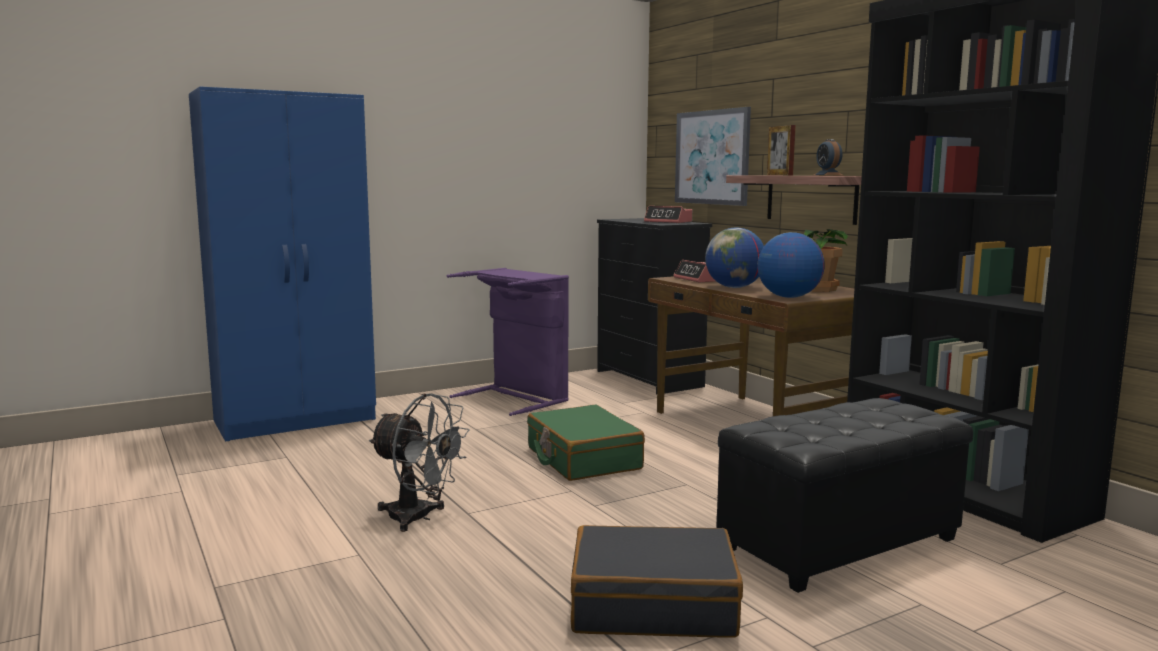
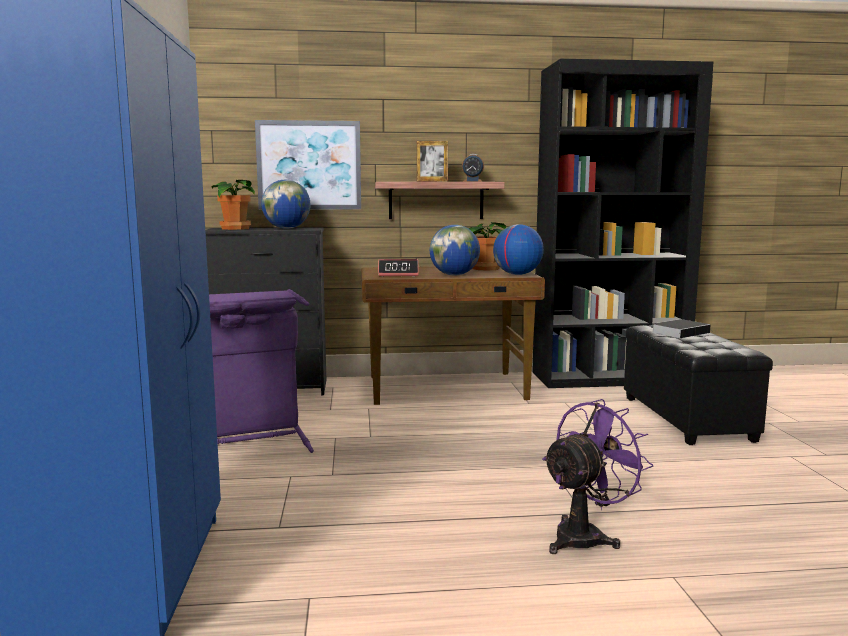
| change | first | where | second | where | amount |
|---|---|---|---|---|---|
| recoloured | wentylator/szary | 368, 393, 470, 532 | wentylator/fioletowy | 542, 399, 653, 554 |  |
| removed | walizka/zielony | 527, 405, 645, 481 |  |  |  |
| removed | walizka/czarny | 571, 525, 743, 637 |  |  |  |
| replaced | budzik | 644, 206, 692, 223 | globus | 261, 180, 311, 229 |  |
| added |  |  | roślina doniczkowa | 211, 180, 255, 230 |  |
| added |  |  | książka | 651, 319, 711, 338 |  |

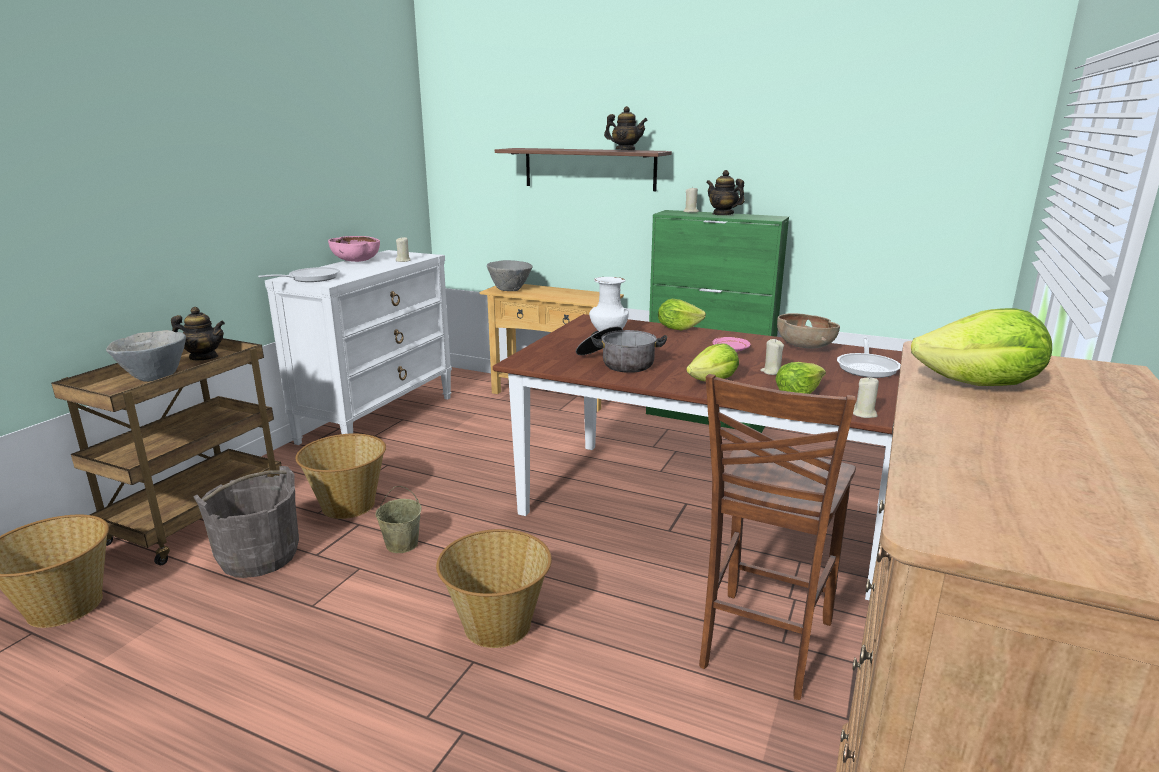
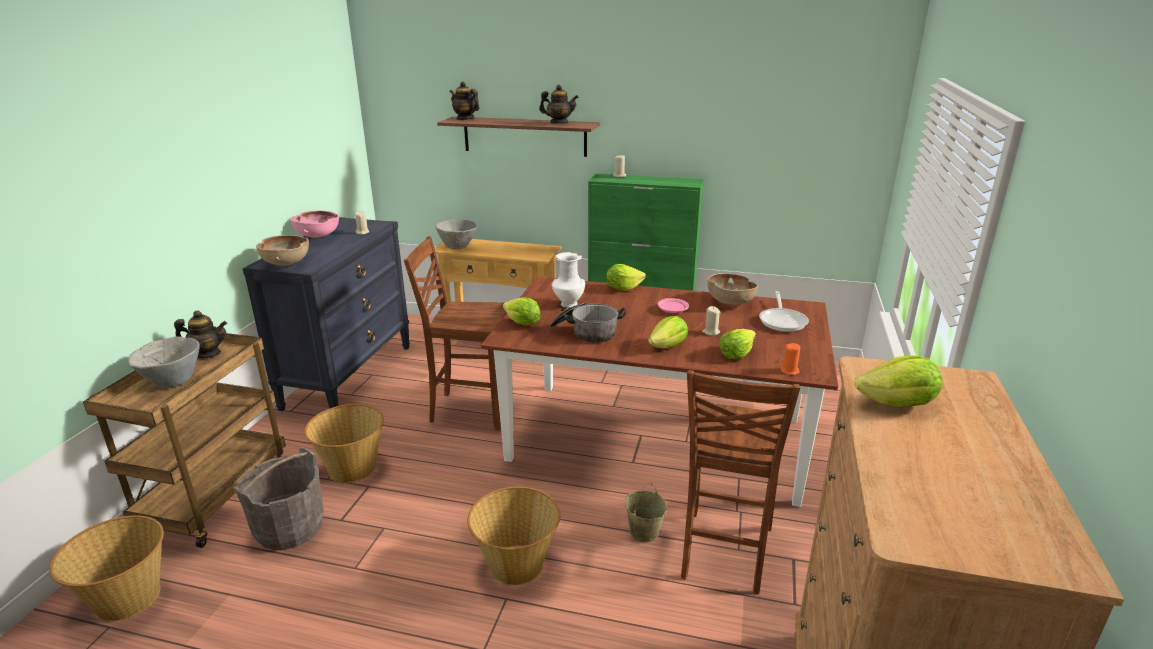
| change | first | where | second | where | amount |
|---|---|---|---|---|---|
| replaced | patelnia | 258, 267, 340, 282 | miska/brązowy | 256, 235, 309, 265 |  |
| recoloured | komoda/biały | 265, 250, 452, 445 | komoda/czarny | 243, 217, 410, 411 |  |
| moved | wiadro/beżowy | 375, 486, 422, 553 |  | 625, 483, 667, 542 |  |
| moved | imbryk | 706, 170, 745, 215 |  | 450, 82, 479, 120 |  |
| recoloured | świeca/beżowy | 853, 377, 879, 418 | świeca/pomarańczowy | 780, 343, 800, 375 |  |
| added |  |  | krzesło/brązowy | 404, 236, 513, 430 |  |
| added |  |  | sałata | 503, 298, 541, 326 |  |

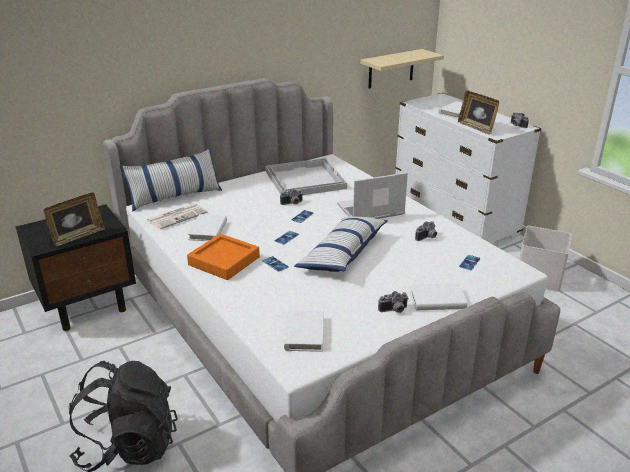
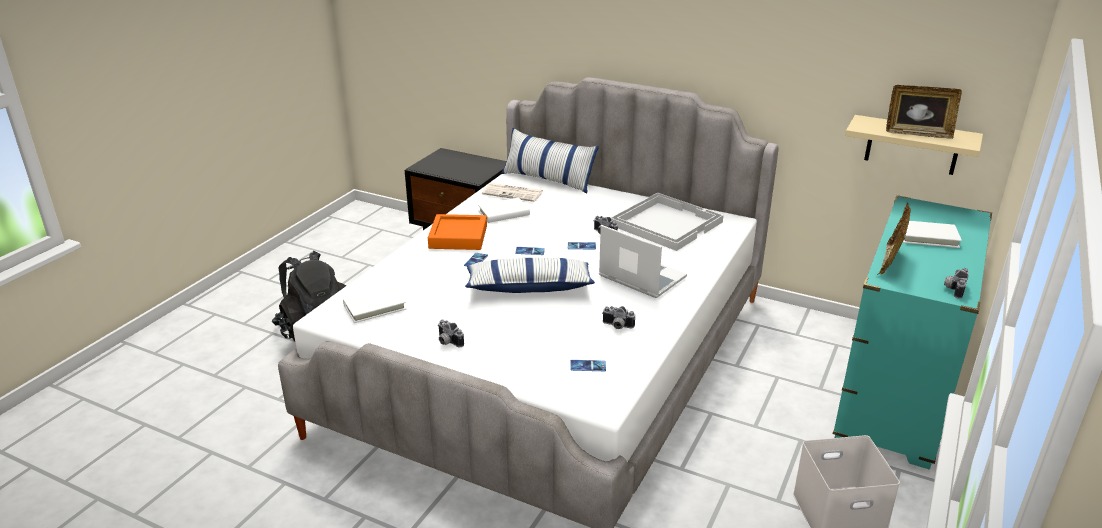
| change | first | where | second | where | amount |
|---|---|---|---|---|---|
| moved | ramka na zdjęcie | 44, 192, 105, 246 |  | 886, 85, 962, 139 |  |
| recoloured | komoda/biały | 395, 93, 541, 243 | komoda/turkusowy | 833, 195, 992, 469 |  |
| removed | książka/biały | 410, 283, 468, 310 |  |  |  |

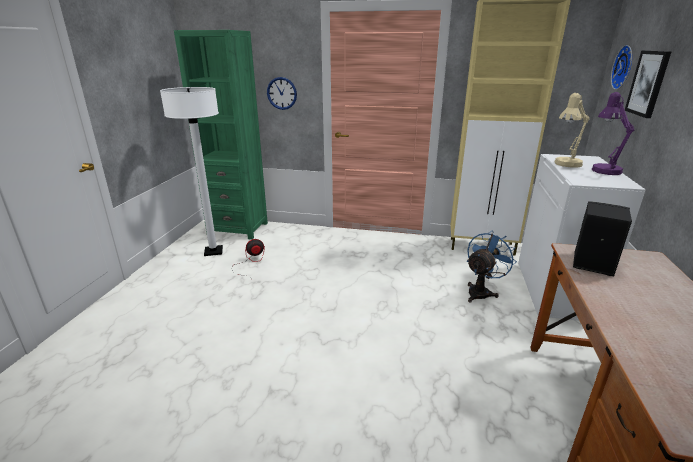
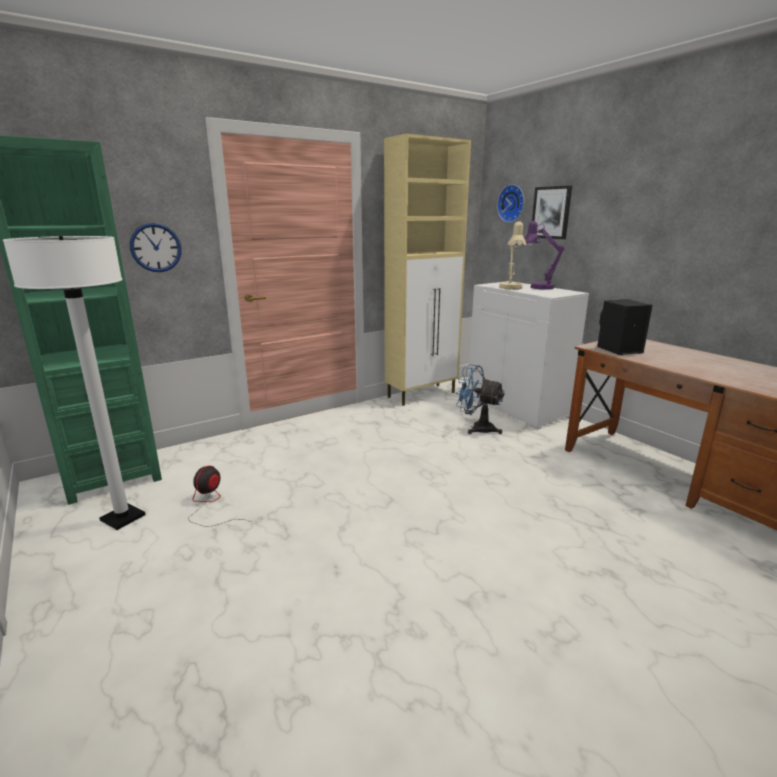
| change | first | where | second | where | amount |
|---|---|---|---|---|---|
| turned | wentylator/niebieski | 467, 232, 517, 303 |  | 456, 365, 504, 434 | 60 degrees counterclockwise |

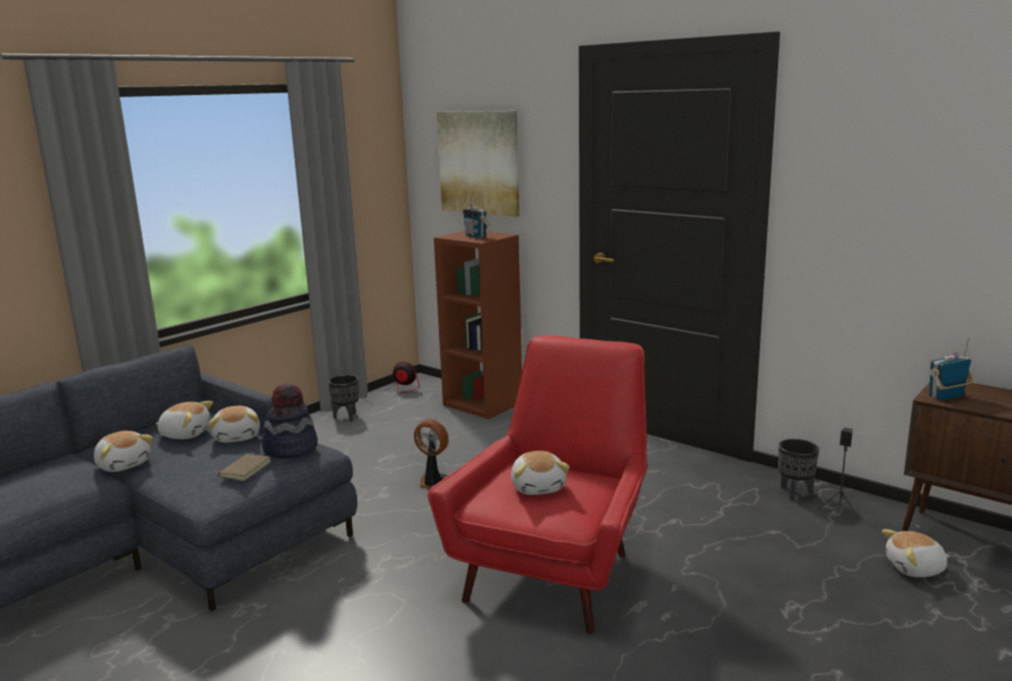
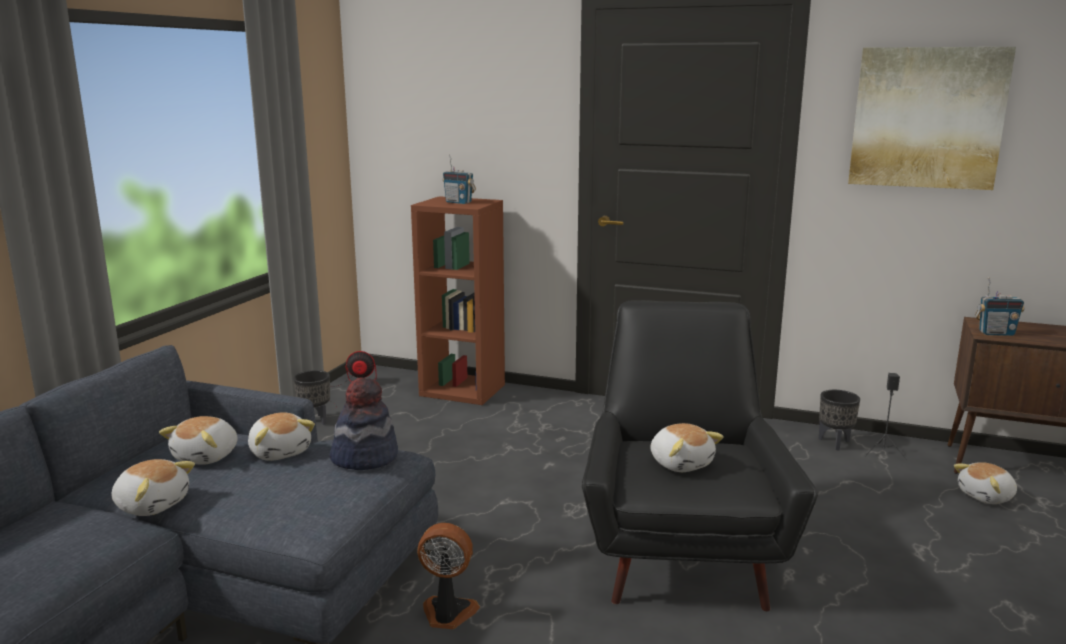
| change | first | where | second | where | amount |
|---|---|---|---|---|---|
| turned | pluszak | 156, 401, 213, 439 |  | 159, 416, 238, 465 | 120 degrees clockwise |
| removed | książka/brązowy | 211, 454, 271, 481 |  |  |  |
| moved | wentylator | 414, 419, 449, 489 |  | 417, 523, 480, 629 |  |
| recoloured | fotel/czerwony | 428, 335, 647, 634 | fotel/czarny | 582, 300, 818, 611 |  |
| moved | obraz | 437, 111, 519, 217 |  | 848, 47, 1016, 190 |  |
| turned | radio | 929, 338, 973, 401 |  | 975, 277, 1025, 336 | 135 degrees counterclockwise |

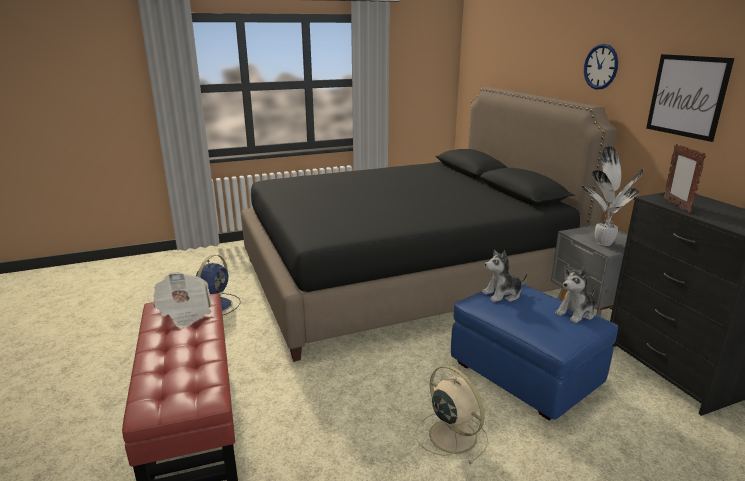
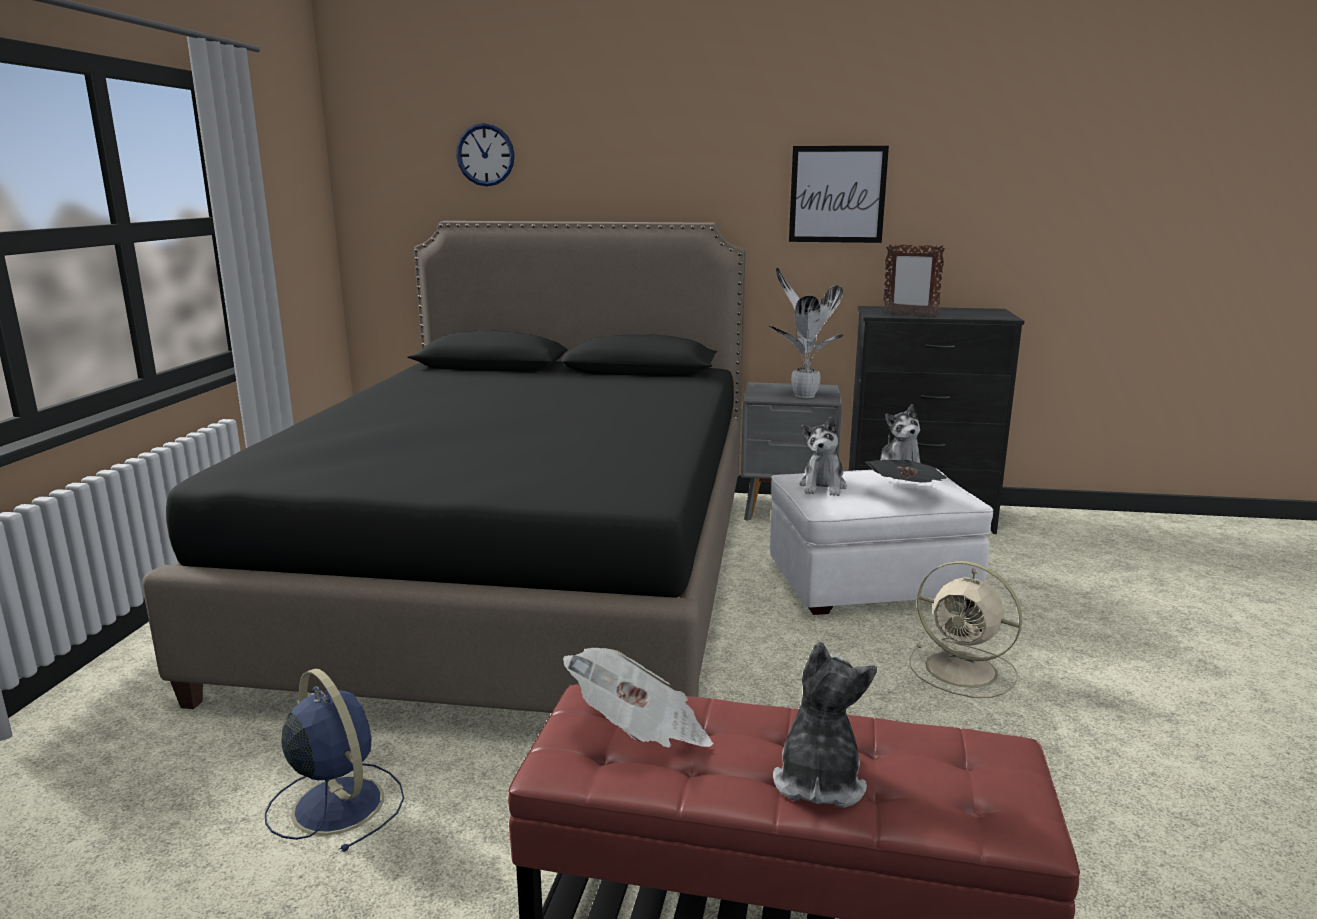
| change | first | where | second | where | amount |
|---|---|---|---|---|---|
| turned | wentylator/beżowy | 416, 365, 488, 464 |  | 910, 561, 1022, 698 | 135 degrees counterclockwise |
| recoloured | pufa/niebieski | 451, 284, 618, 421 | pufa/biały | 770, 468, 994, 615 |  |
| moved | zegar ścienny | 584, 44, 618, 90 |  | 456, 123, 515, 186 |  |
| added |  |  | pluszak | 773, 642, 877, 808 |  |
| added |  |  | gazeta | 865, 459, 946, 483 |  |

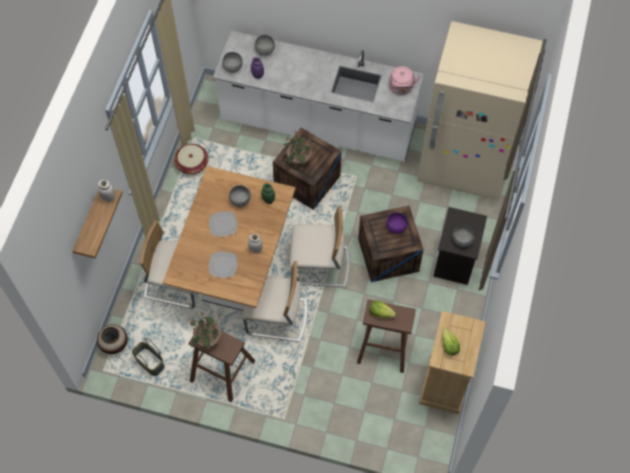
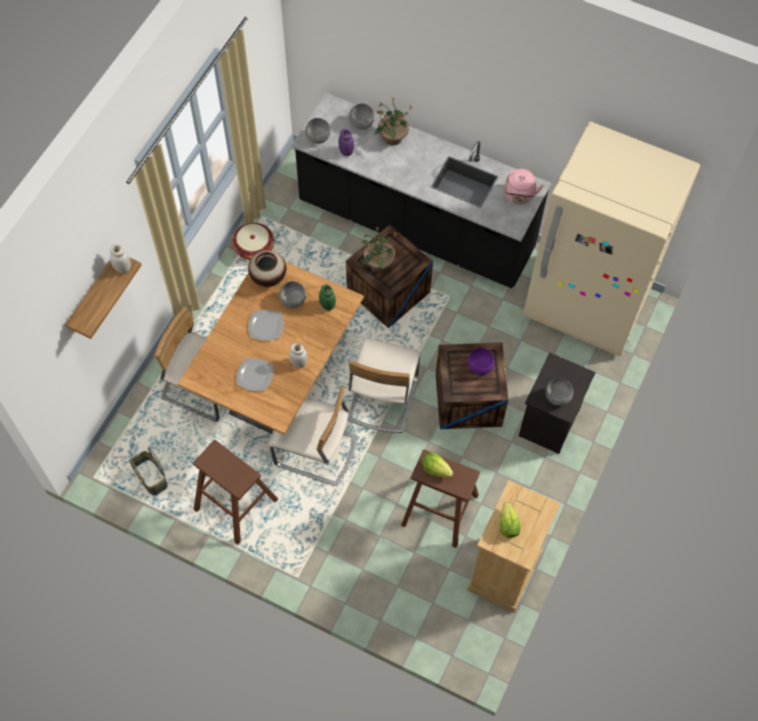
| change | first | where | second | where | amount |
|---|---|---|---|---|---|
| moved | wazon | 97, 324, 128, 354 |  | 248, 250, 286, 287 |  |
| moved | roślina doniczkowa | 190, 311, 222, 349 |  | 374, 97, 412, 146 |  |
| recoloured | zabudowa kuchenna/biały | 213, 31, 424, 162 | zabudowa kuchenna/czarny | 291, 93, 551, 288 |  |
| turned | krzesło/beżowy | 289, 206, 350, 287 |  | 347, 339, 421, 433 | 90 degrees clockwise |

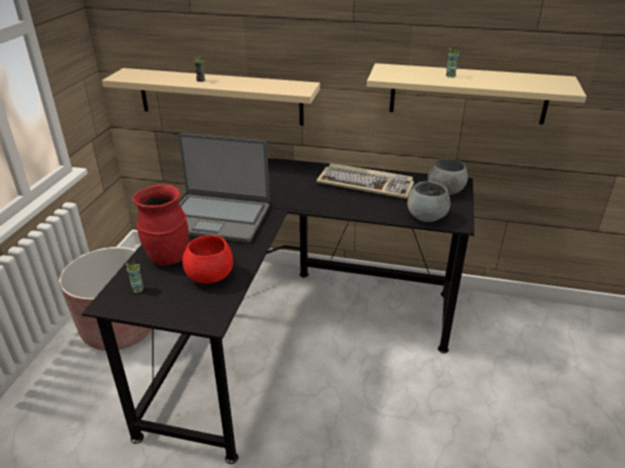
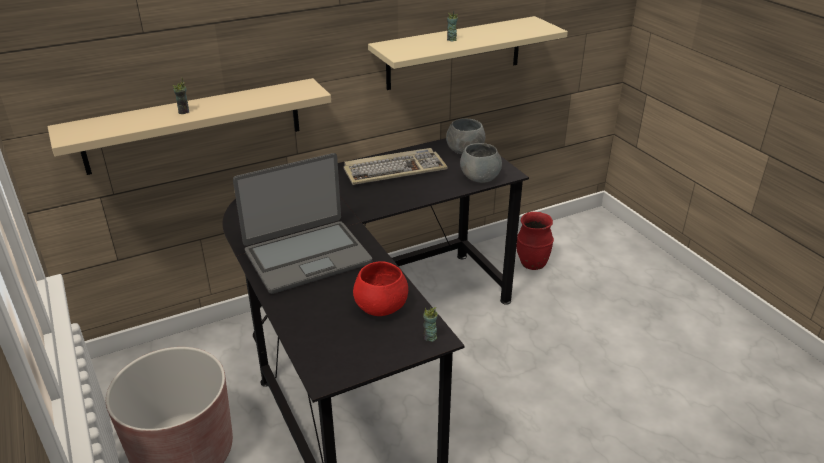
| change | first | where | second | where | amount |
|---|---|---|---|---|---|
| moved | filiżanka | 125, 261, 144, 293 |  | 423, 307, 438, 342 |  |
| moved | wazon/czerwony | 132, 184, 189, 266 |  | 516, 212, 554, 270 |  |

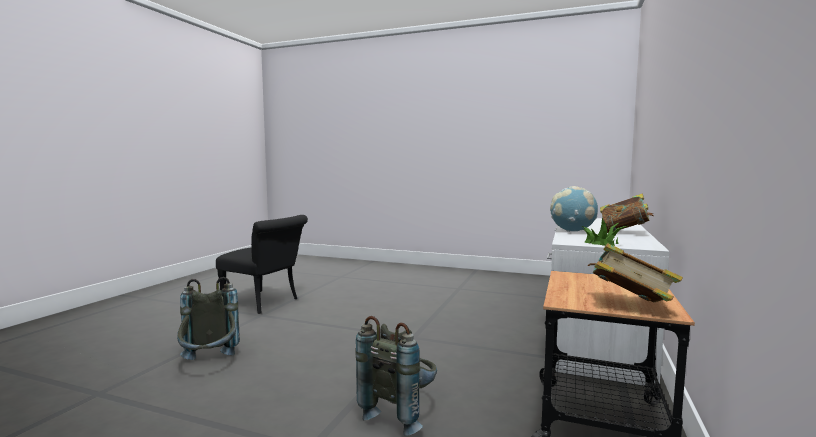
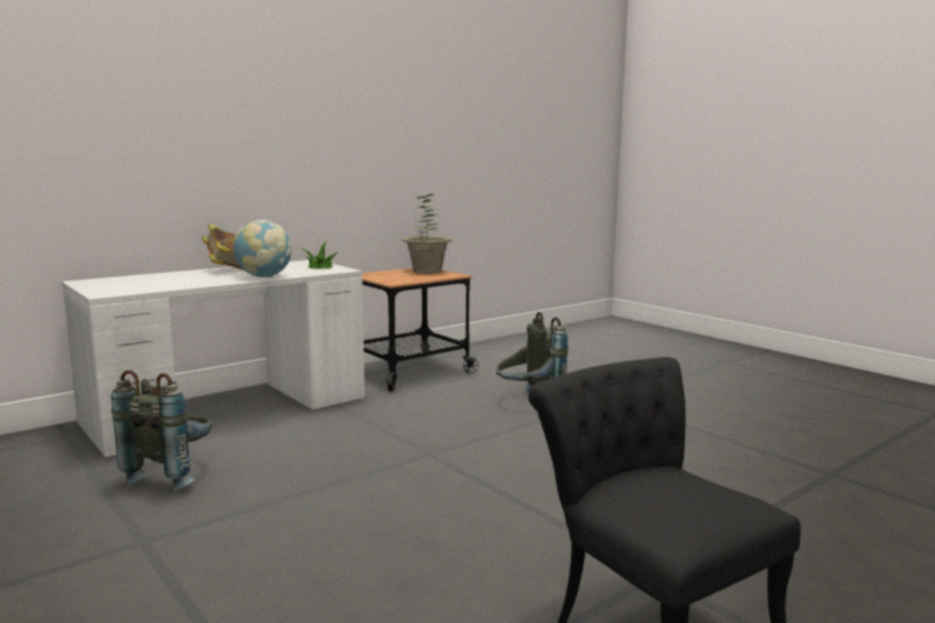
| change | first | where | second | where | amount |
|---|---|---|---|---|---|
| moved | plecak/szary | 177, 277, 240, 360 |  | 111, 370, 212, 491 |  |
| replaced | książka | 588, 243, 683, 303 | roślina doniczkowa | 403, 194, 452, 274 |  |

